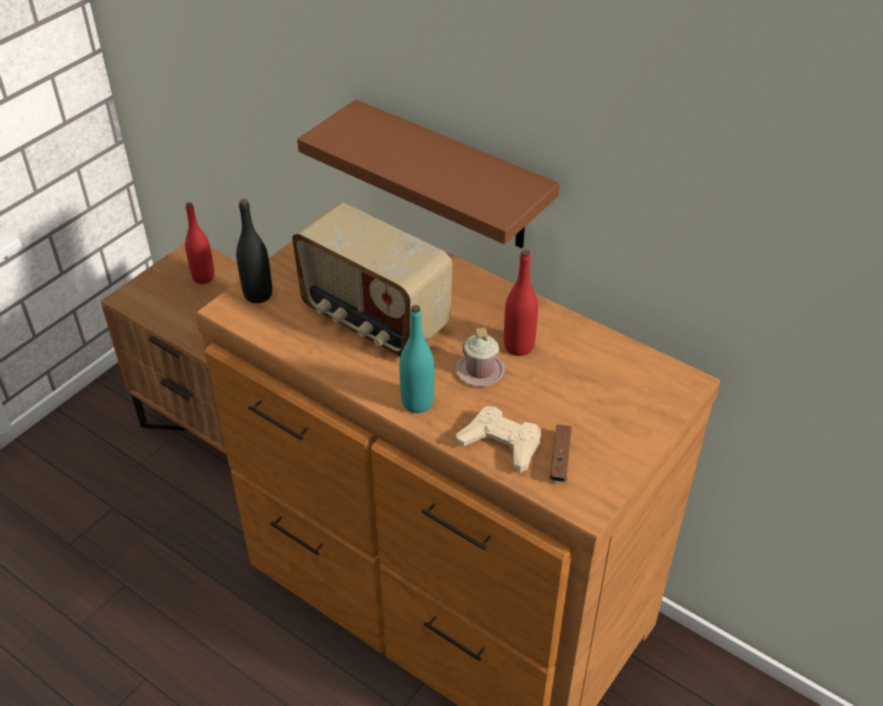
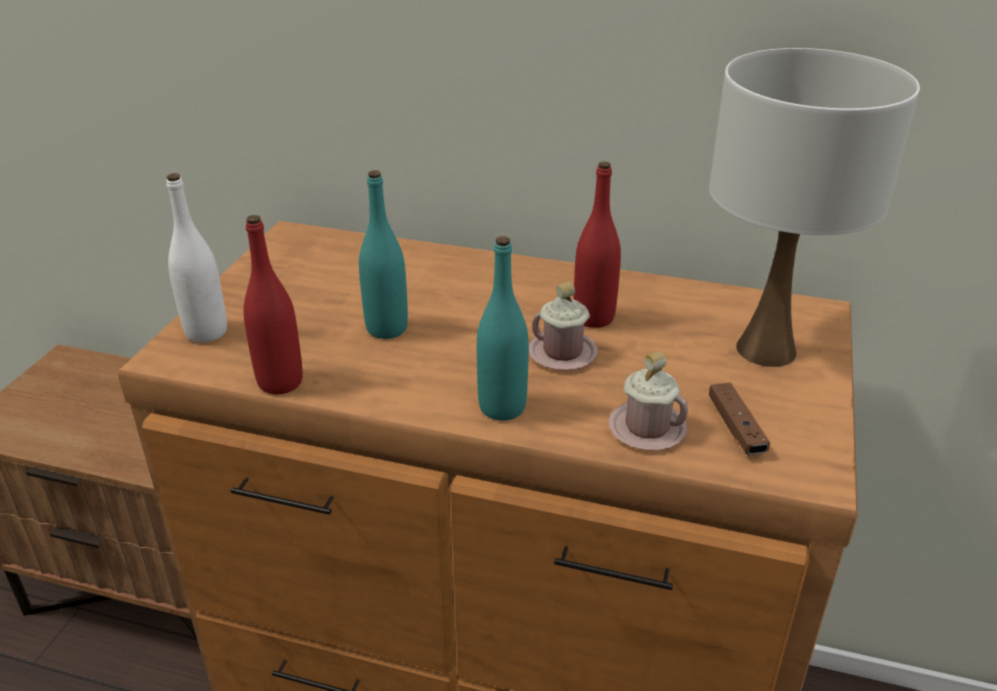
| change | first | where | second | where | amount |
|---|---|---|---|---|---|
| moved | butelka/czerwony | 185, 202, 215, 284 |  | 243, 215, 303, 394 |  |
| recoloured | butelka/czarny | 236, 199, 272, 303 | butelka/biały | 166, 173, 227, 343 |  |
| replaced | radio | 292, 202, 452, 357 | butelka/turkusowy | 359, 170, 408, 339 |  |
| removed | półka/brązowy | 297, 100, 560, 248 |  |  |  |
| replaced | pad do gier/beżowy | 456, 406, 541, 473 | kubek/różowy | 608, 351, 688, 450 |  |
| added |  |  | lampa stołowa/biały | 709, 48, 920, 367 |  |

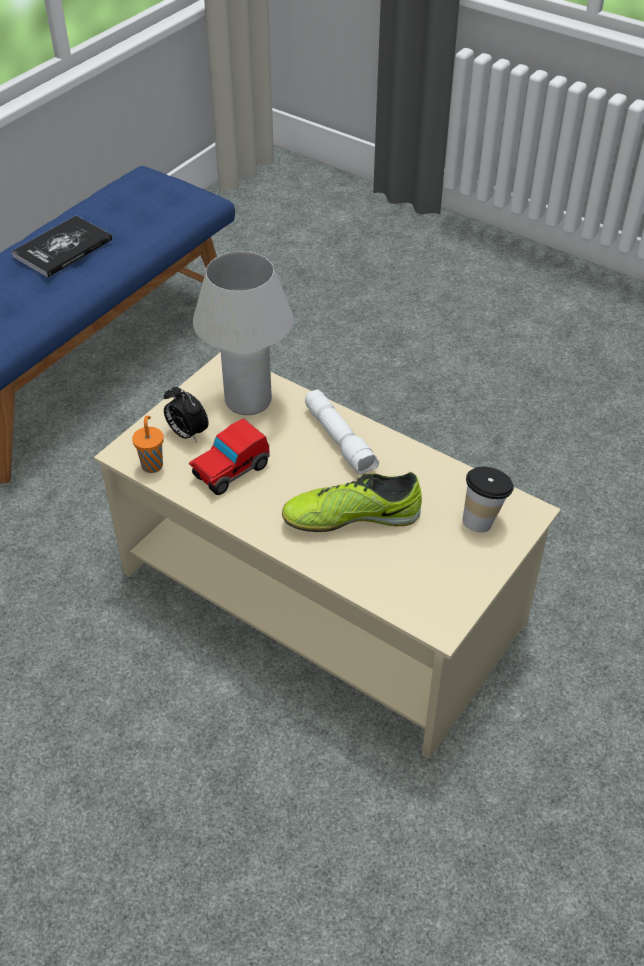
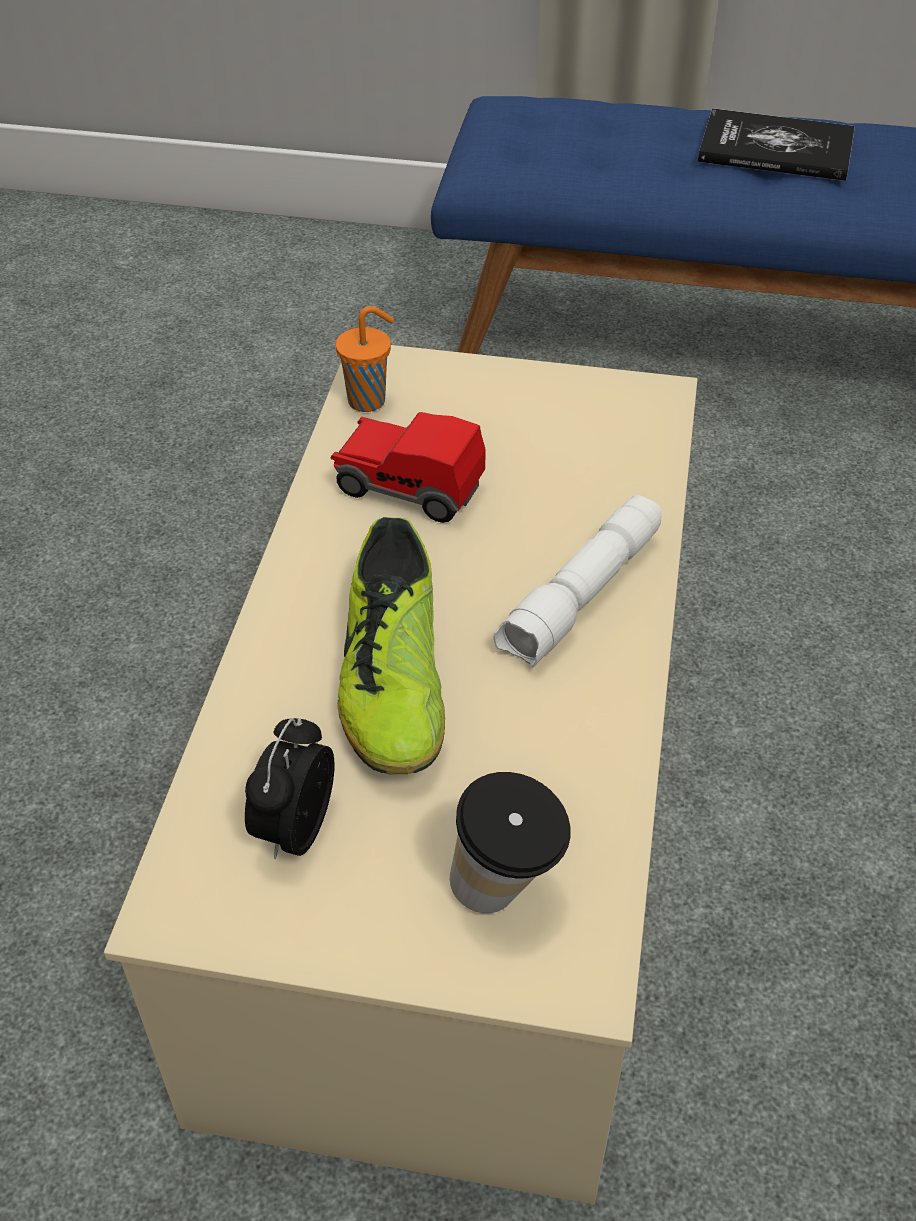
| change | first | where | second | where | amount |
|---|---|---|---|---|---|
| moved | budzik | 164, 385, 209, 442 |  | 245, 718, 334, 859 |  |
| removed | lampa stołowa/biały | 193, 251, 293, 415 |  |  |  |
| turned | but | 282, 472, 422, 532 |  | 337, 517, 445, 774 | 150 degrees counterclockwise |

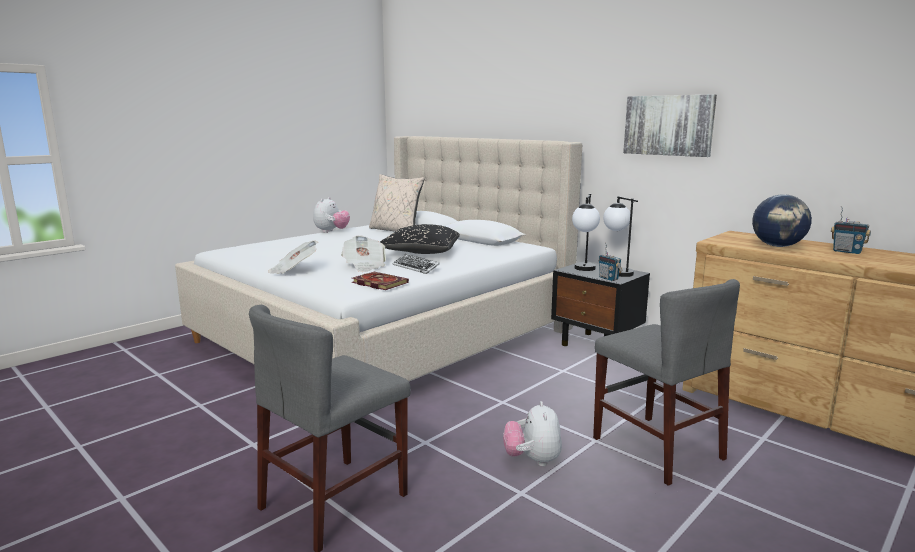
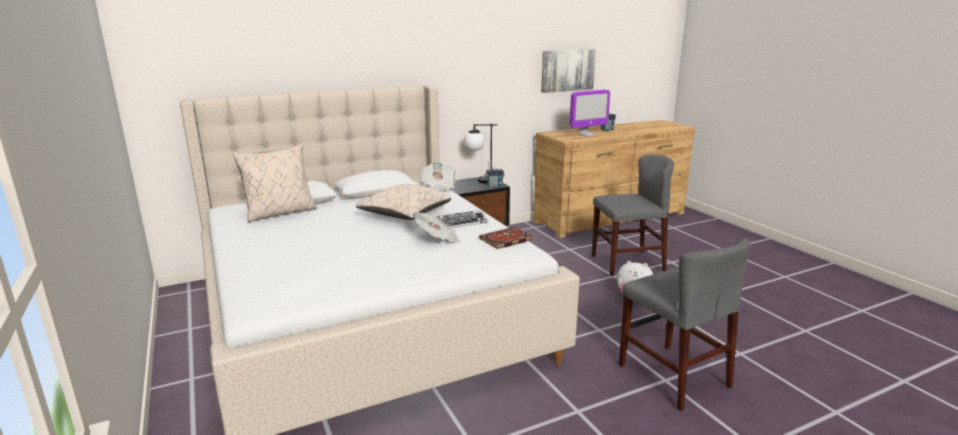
| change | first | where | second | where | amount |
|---|---|---|---|---|---|
| moved | gazeta | 268, 241, 318, 274 |  | 421, 162, 456, 192 |  |
| removed | pluszak | 313, 197, 350, 233 |  |  |  |
| recoloured | poduszka/czarny | 380, 224, 460, 254 | poduszka/beżowy | 356, 184, 451, 220 |  |
| removed | lampa stołowa | 572, 194, 600, 271 |  |  |  |
| moved | obraz | 623, 94, 717, 157 |  | 541, 49, 596, 93 |  |
| replaced | globus | 752, 194, 812, 247 | monitor | 569, 90, 610, 136 |  |

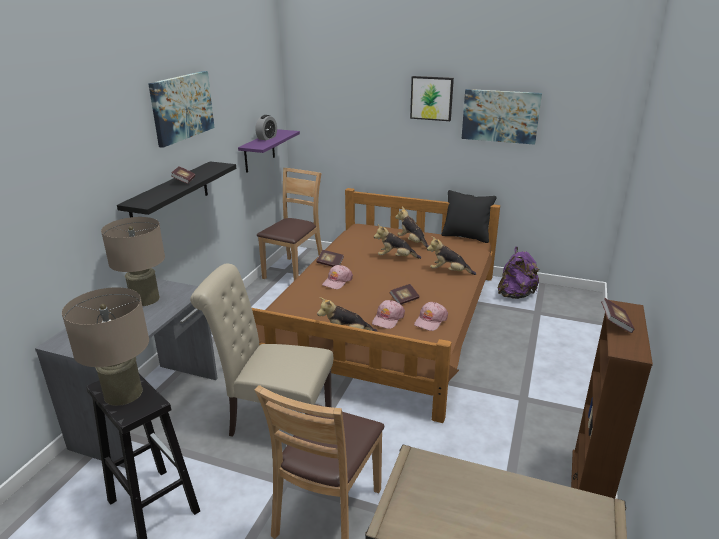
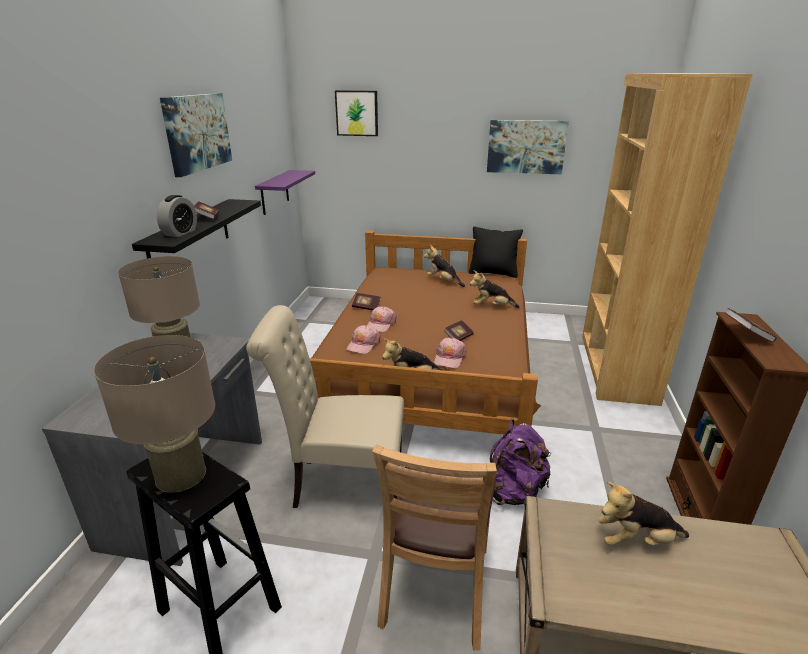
| change | first | where | second | where | amount |
|---|---|---|---|---|---|
| moved | budzik | 256, 115, 277, 140 |  | 157, 195, 197, 237 |  |
| removed | krzesło/brązowy | 257, 168, 322, 280 |  |  |  |
| moved | pluszak | 374, 224, 421, 259 |  | 598, 481, 689, 545 |  |
| moved | obraz | 410, 76, 454, 121 |  | 335, 90, 378, 136 |  |
| moved | czapka z daszkiem/różowy | 414, 302, 448, 331 |  | 346, 325, 381, 354 |  |
| moved | plecak/fioletowy | 498, 247, 540, 299 |  | 490, 419, 552, 505 |  |
| added |  |  | regał/brązowy | 582, 73, 753, 406 |  |

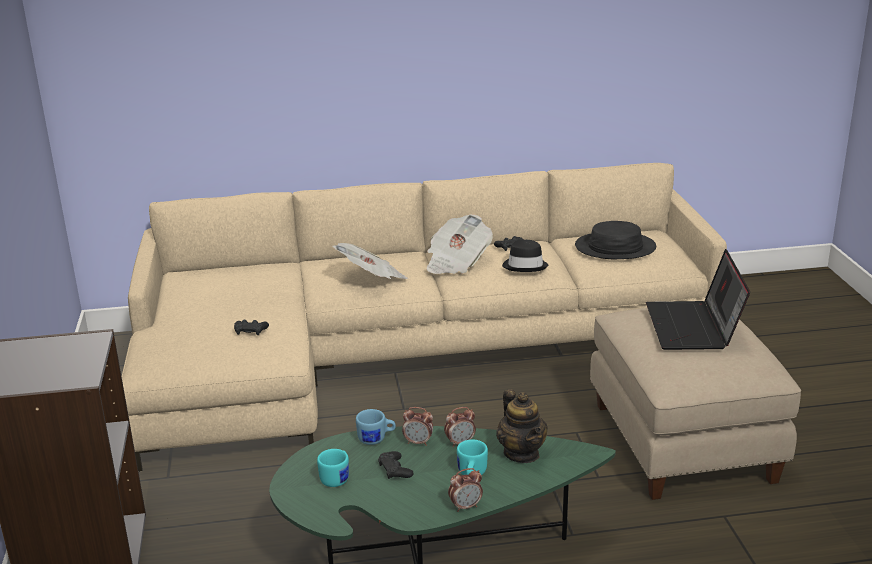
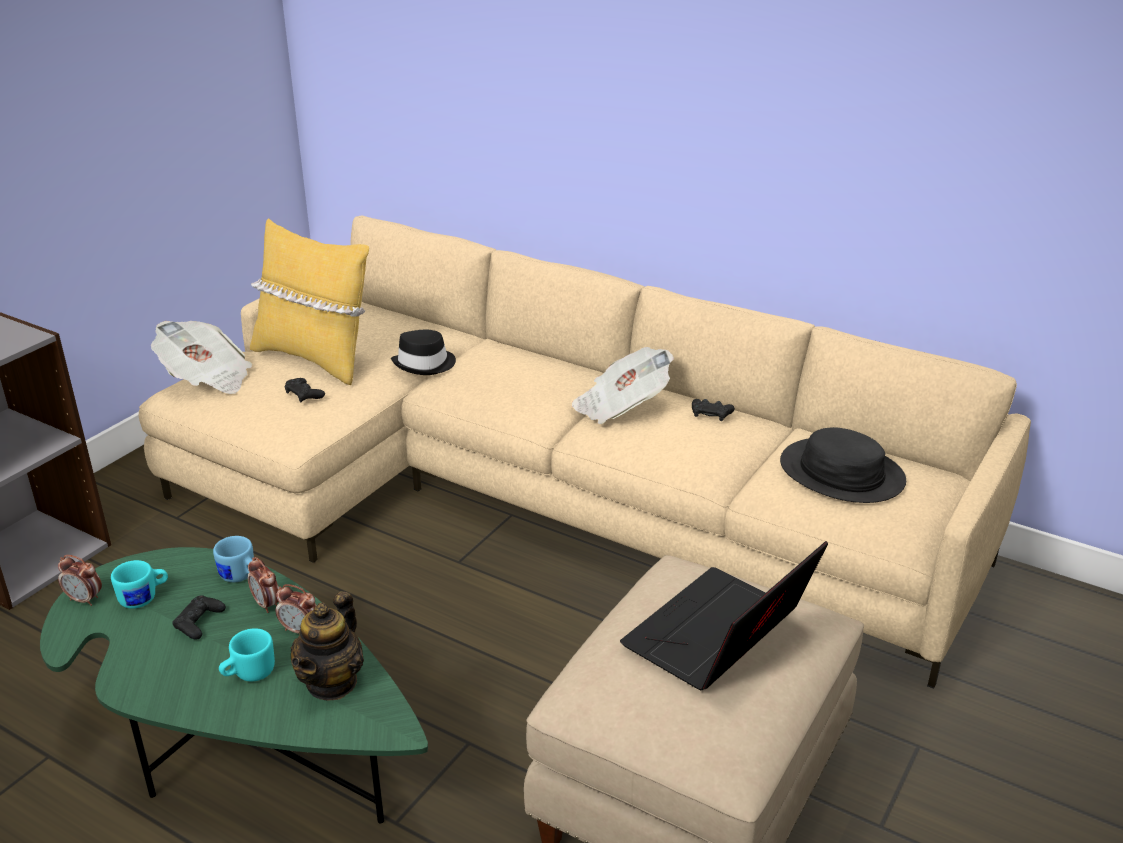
| change | first | where | second | where | amount |
|---|---|---|---|---|---|
| moved | gazeta | 332, 243, 408, 279 |  | 151, 321, 252, 394 |  |
| moved | budzik | 448, 468, 483, 512 |  | 58, 555, 102, 606 |  |
| moved | kapelusz/czarny | 502, 240, 548, 272 |  | 391, 330, 456, 375 |  |
| added |  |  | poduszka/żółty | 250, 218, 369, 385 |  |

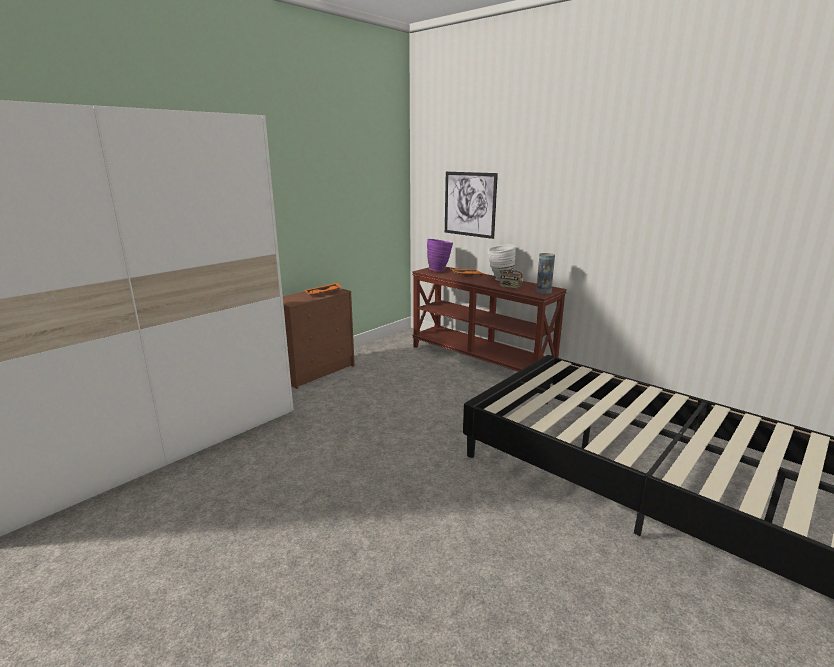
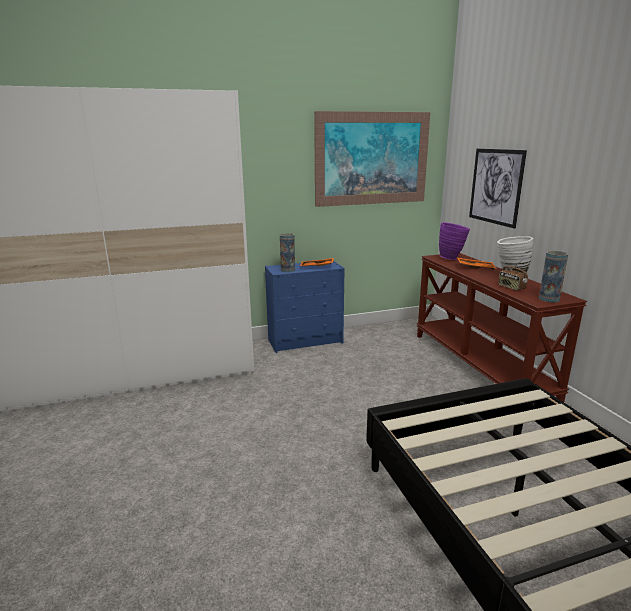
| change | first | where | second | where | amount |
|---|---|---|---|---|---|
| recoloured | komoda/brązowy | 283, 288, 355, 389 | komoda/niebieski | 265, 260, 345, 353 |  |
| added |  |  | wazon | 280, 233, 295, 272 |  |
| added |  |  | obraz | 314, 111, 430, 207 |  |

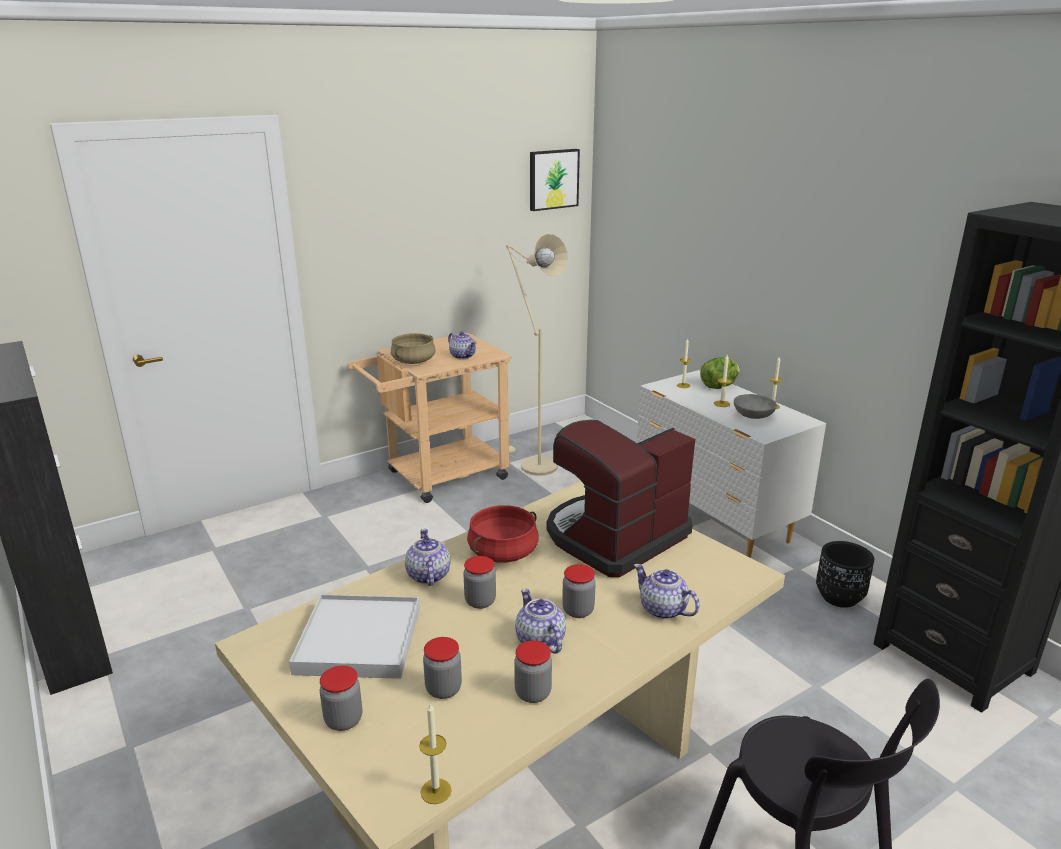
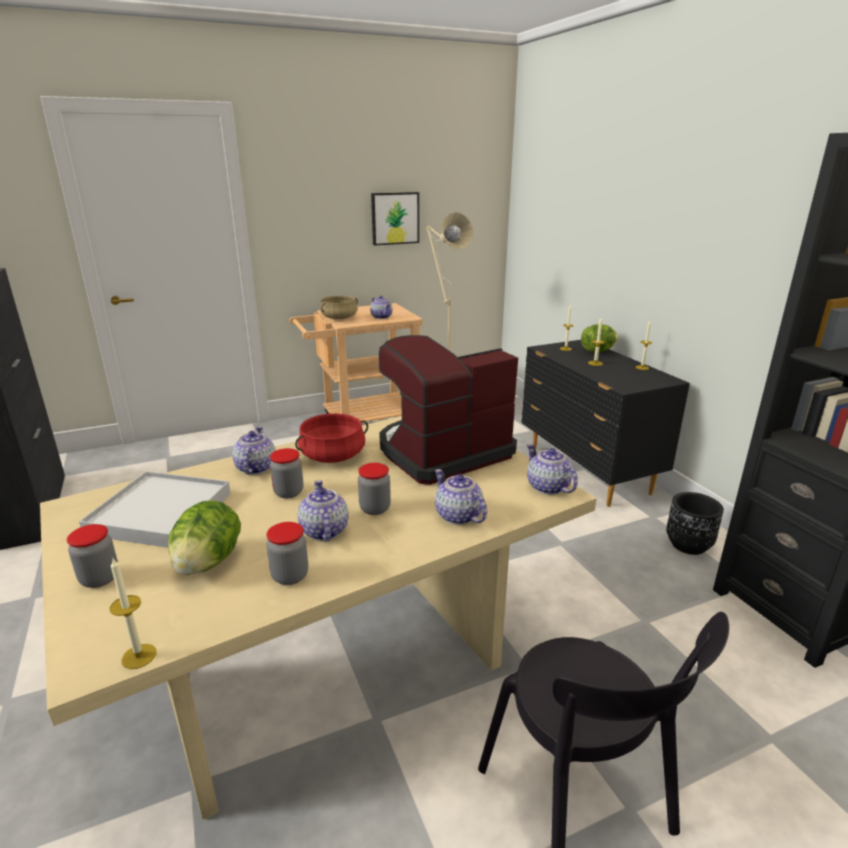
| change | first | where | second | where | amount |
|---|---|---|---|---|---|
| replaced | słoik | 423, 637, 462, 699 | sałata | 168, 500, 241, 575 |  |
| moved | obraz | 530, 149, 580, 211 |  | 371, 192, 419, 245 |  |
| recoloured | komoda/biały | 637, 370, 826, 558 | komoda/czarny | 521, 340, 690, 507 |  |
| removed | miska/szary | 734, 394, 777, 419 |  |  |  |
| added |  |  | imbryk | 527, 444, 578, 495 |  |

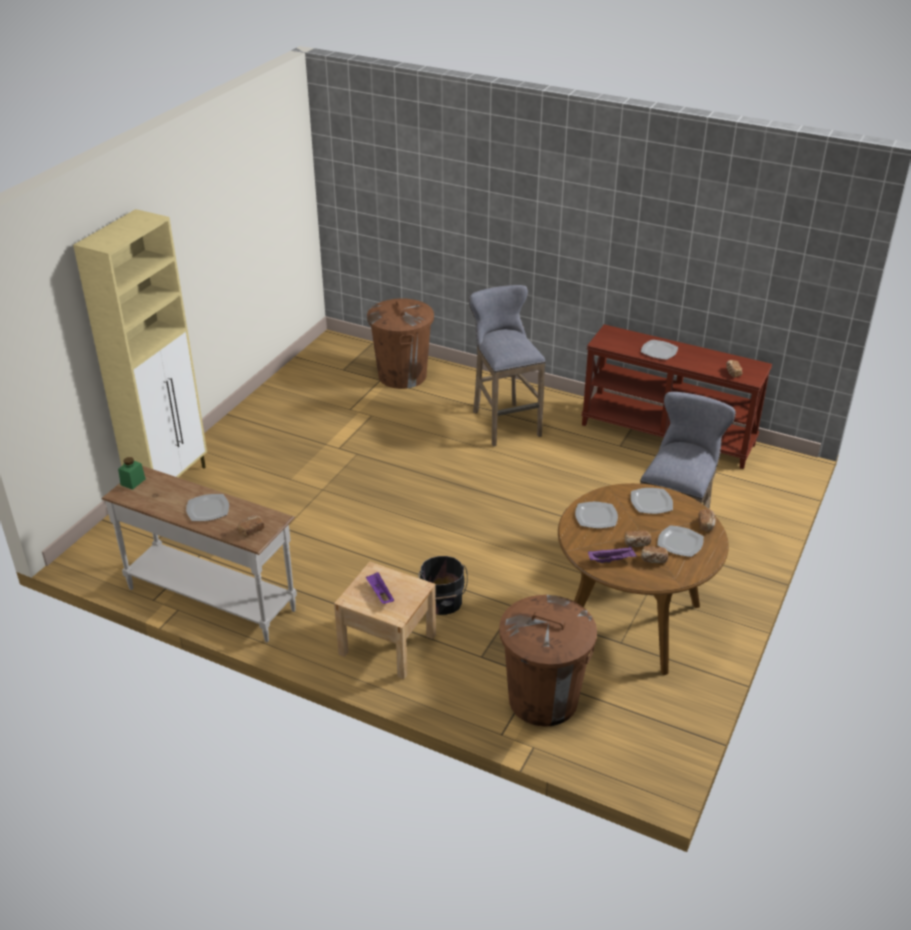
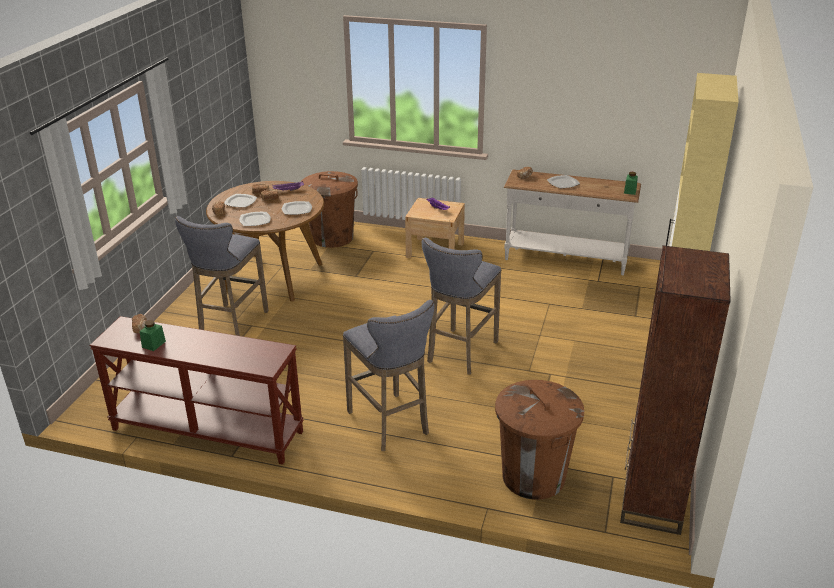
| change | first | where | second | where | amount |
|---|---|---|---|---|---|
| removed | wiadro/czarny | 418, 556, 468, 615 |  |  |  |
| removed | talerz | 641, 340, 678, 360 |  |  |  |
| added |  |  | słoik/zielony | 140, 320, 166, 351 |  |
| added |  |  | stołek/szary | 422, 238, 501, 375 |  |
| added |  |  | regał/brązowy | 620, 245, 731, 535 |  |

